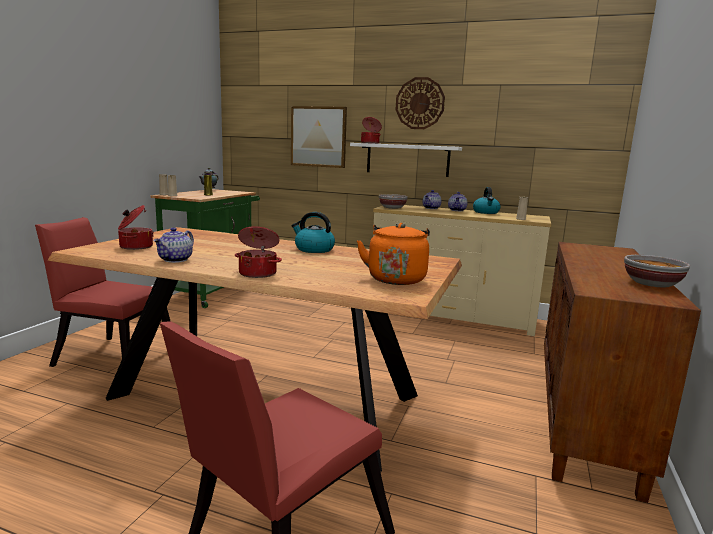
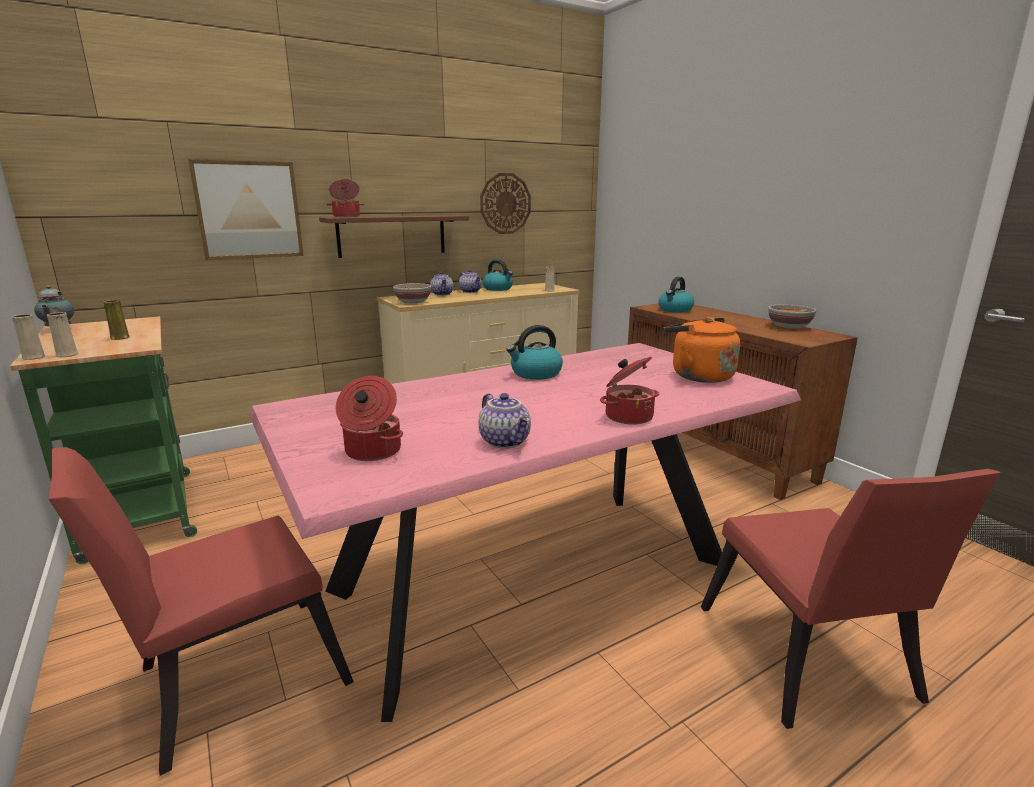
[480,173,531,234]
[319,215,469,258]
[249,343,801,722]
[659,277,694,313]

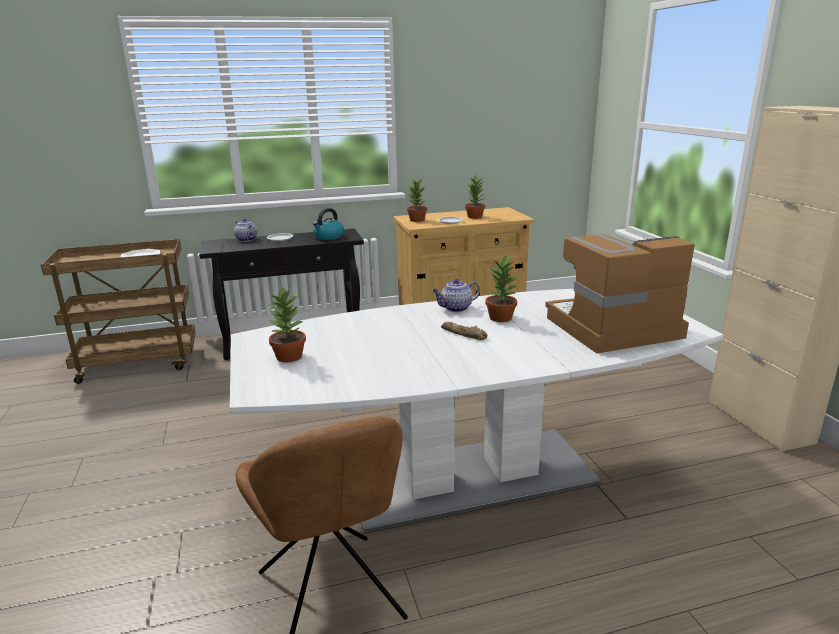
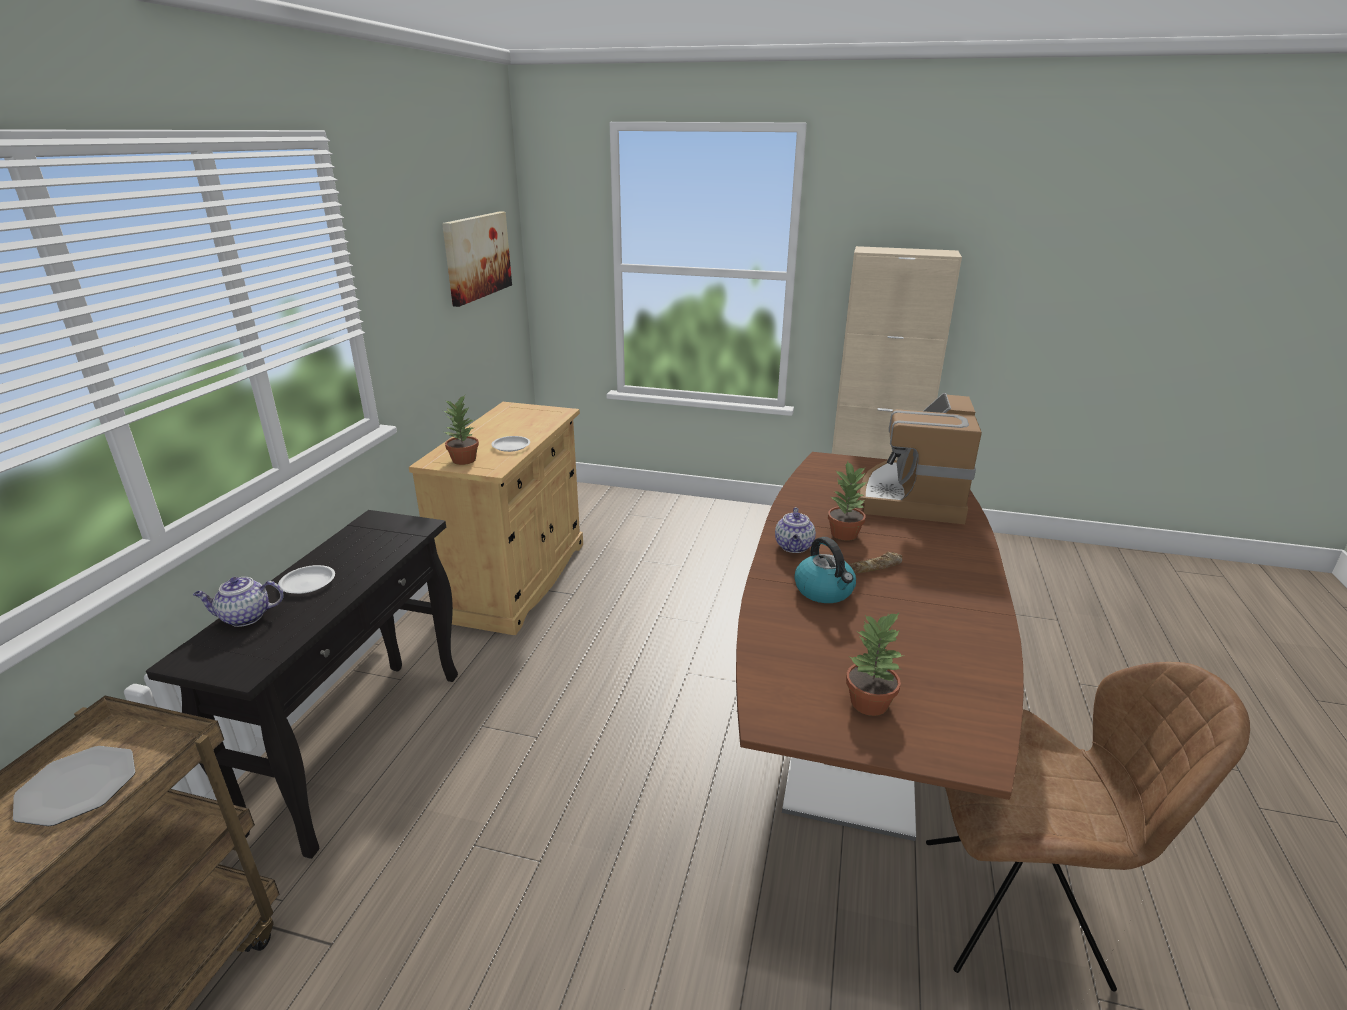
[465,174,486,219] (first image)
[794,537,856,603]
[736,452,1024,841]
[442,211,512,307]

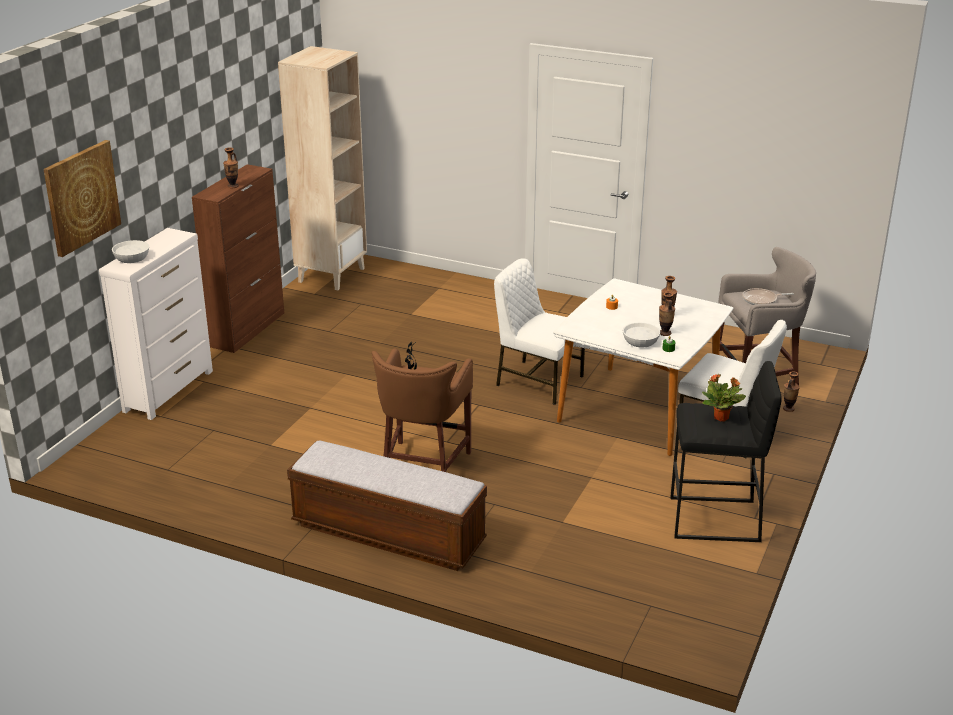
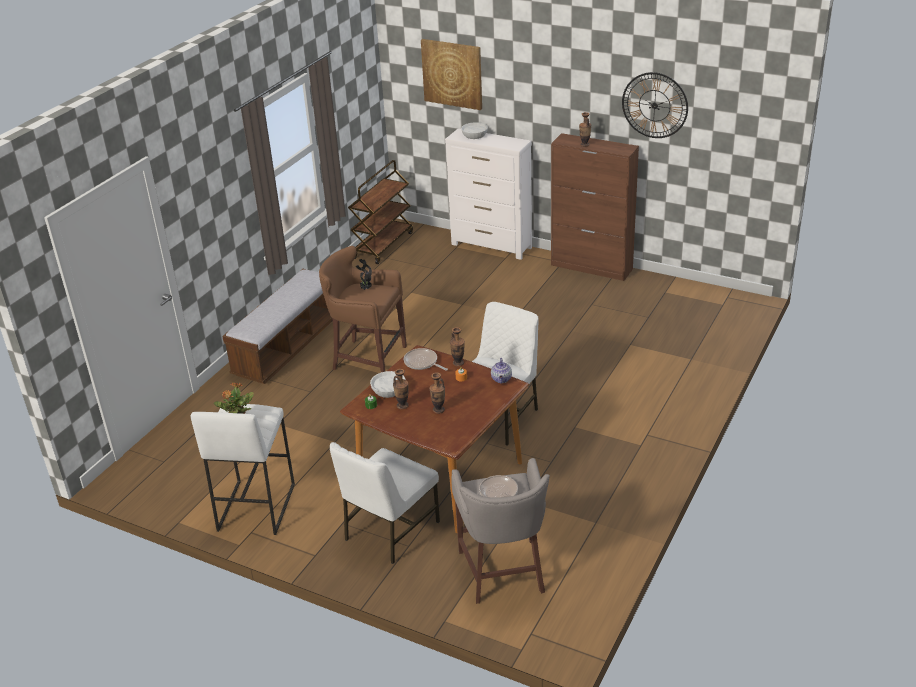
[278,46,367,290] (first image)
[340,345,529,533]
[191,404,295,535]
[450,327,465,366]
[622,72,688,138]
[348,160,413,264]
[404,348,448,371]
[491,358,512,384]

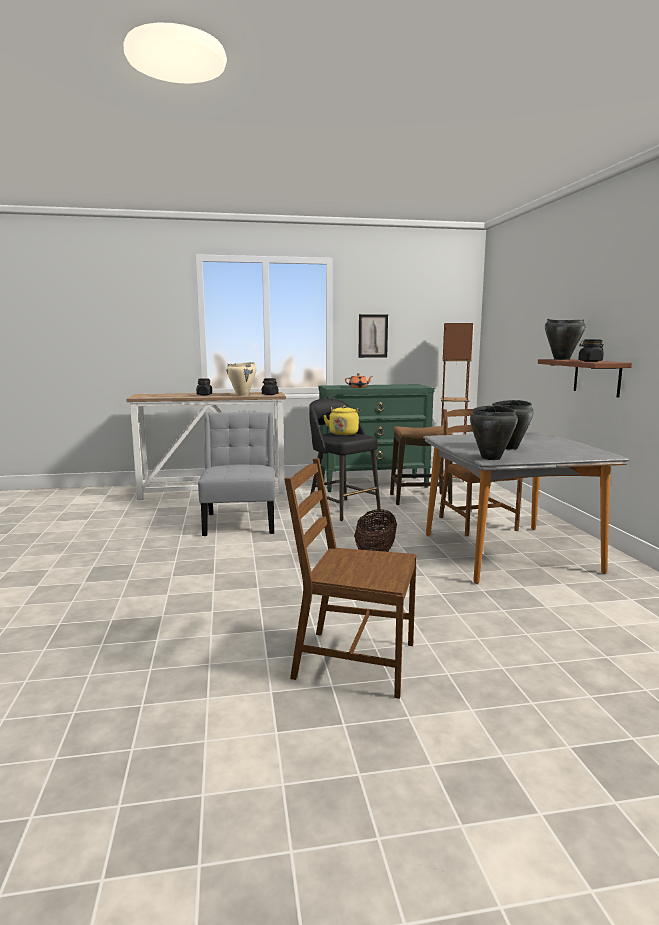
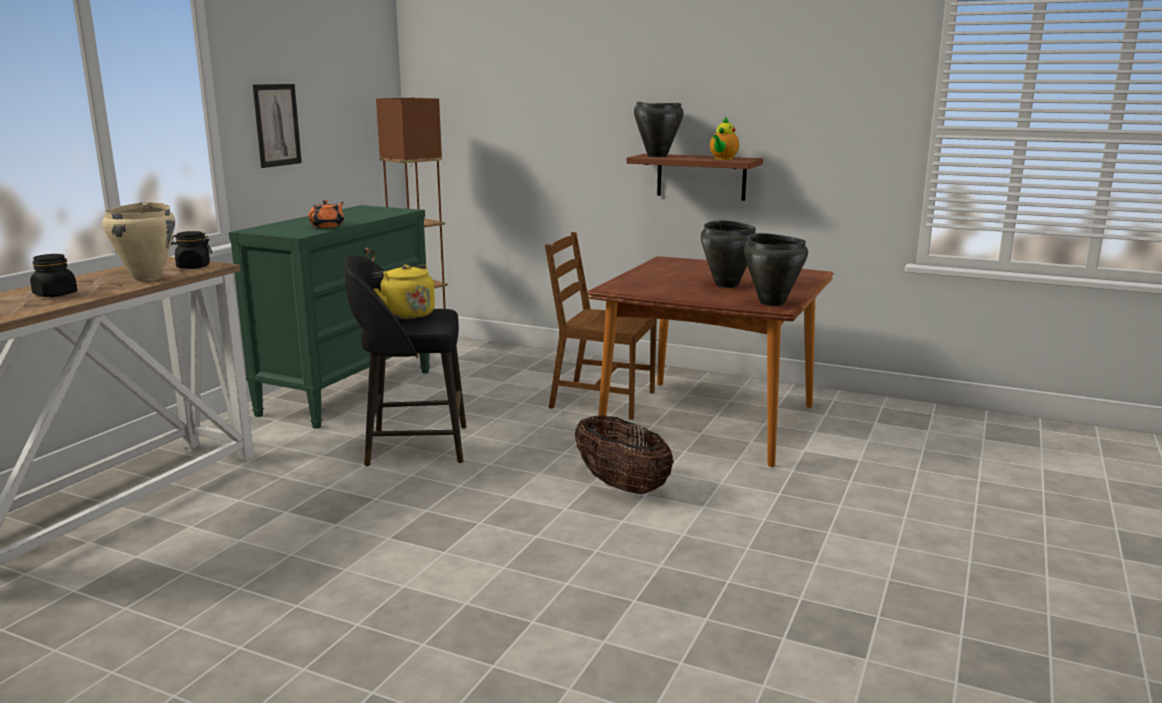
[710,116,739,160]
[198,412,275,536] (first image)
[390,426,453,505] (first image)
[587,256,834,467]
[284,458,417,699] (first image)

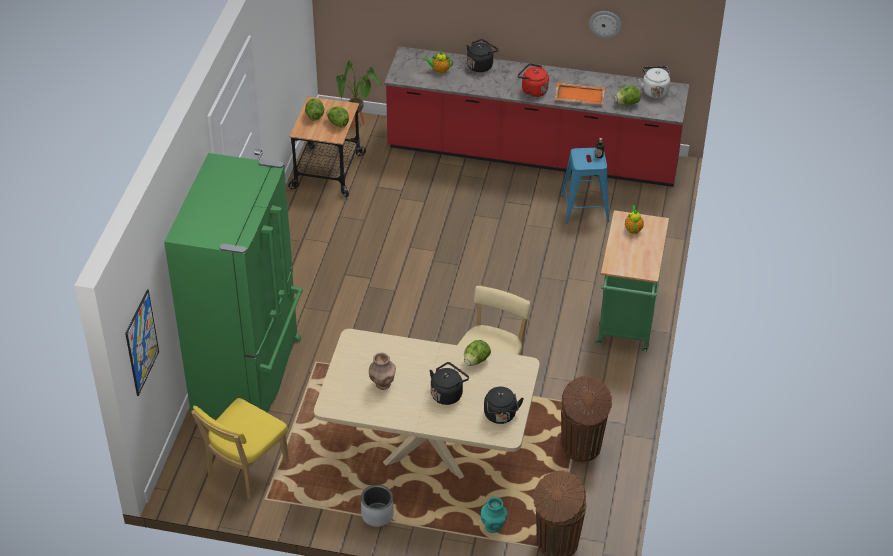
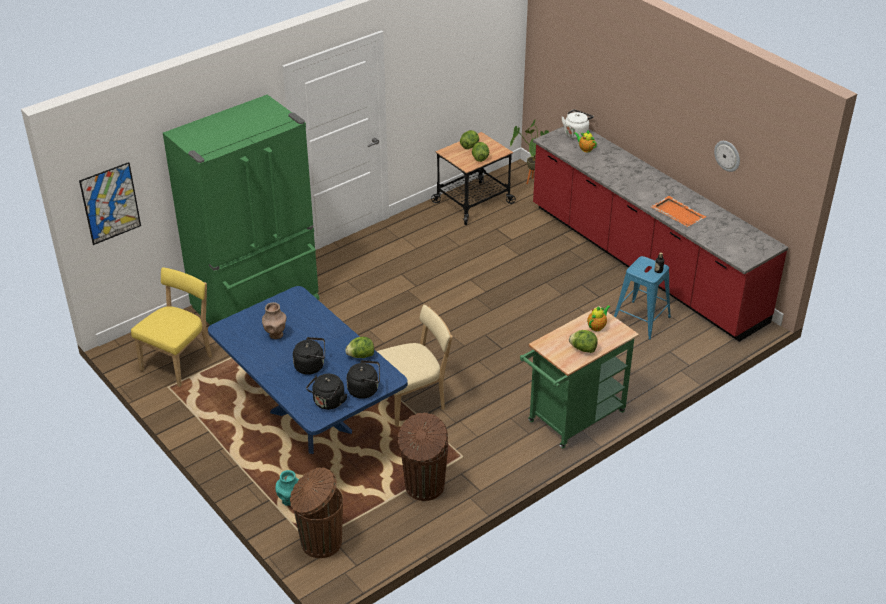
[347,360,380,399]
[517,63,549,97] (first image)
[562,109,593,139]
[569,330,598,353]
[208,286,408,454]
[131,268,212,387]
[361,485,394,527] (first image)

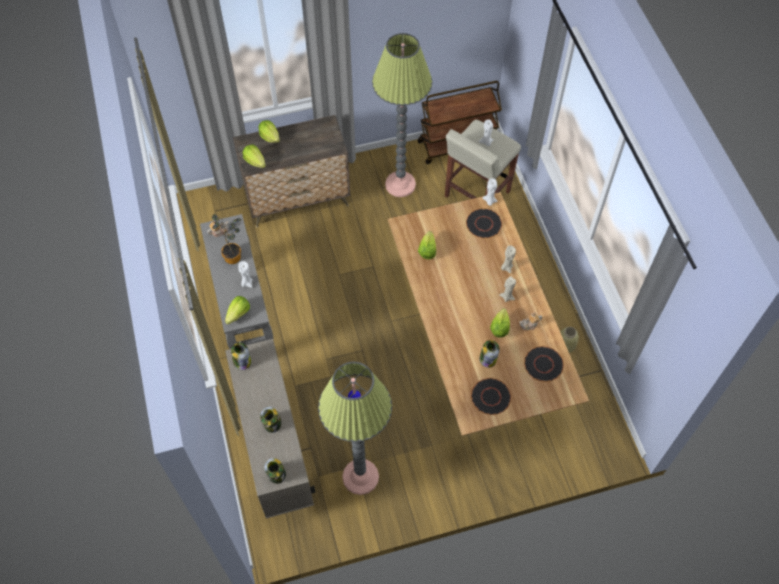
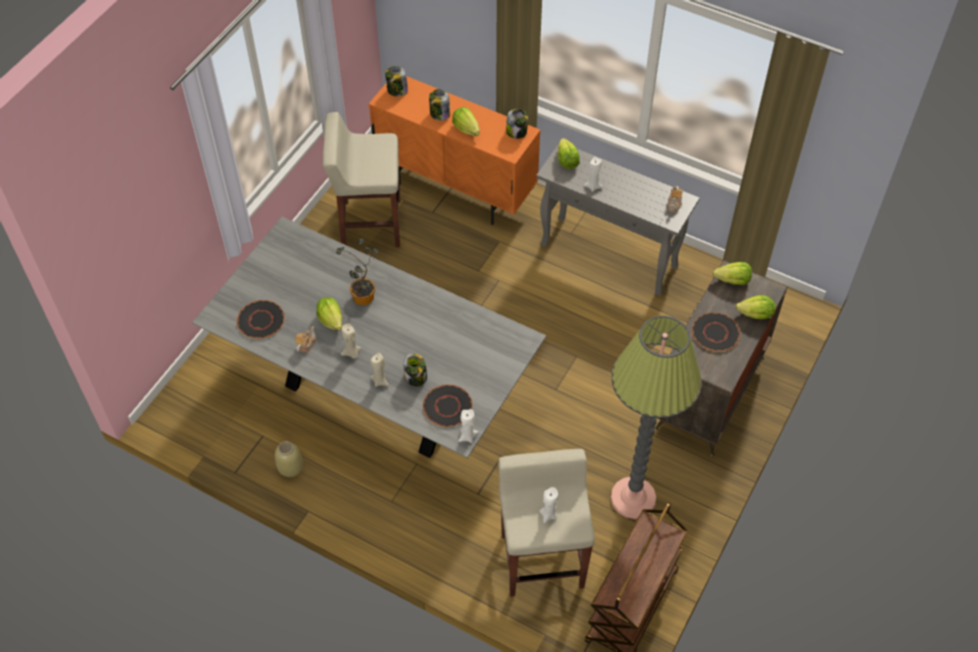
[192,217,546,458]
[336,238,379,305]
[452,107,480,136]
[369,76,541,225]
[403,354,427,387]
[323,112,400,247]
[692,312,740,352]

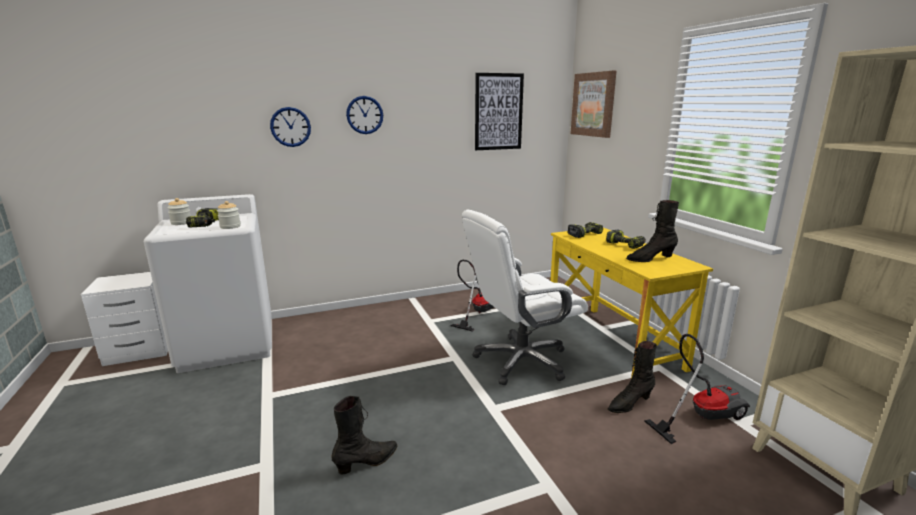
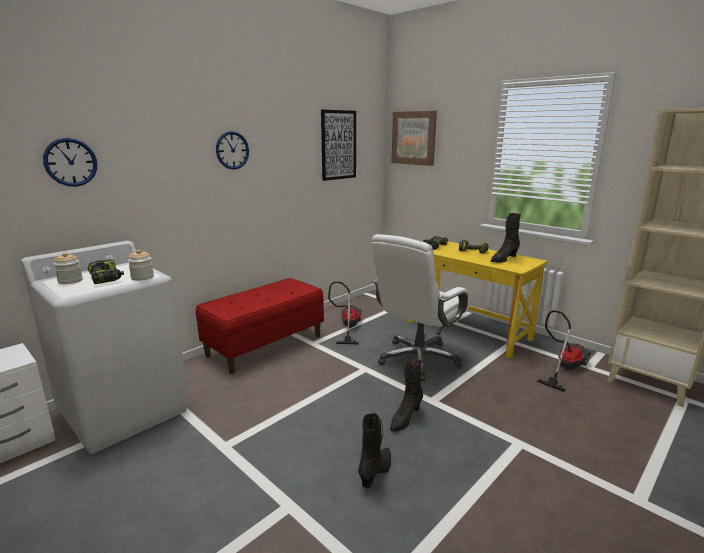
[43,138,97,187]
[390,358,423,432]
[196,278,324,374]

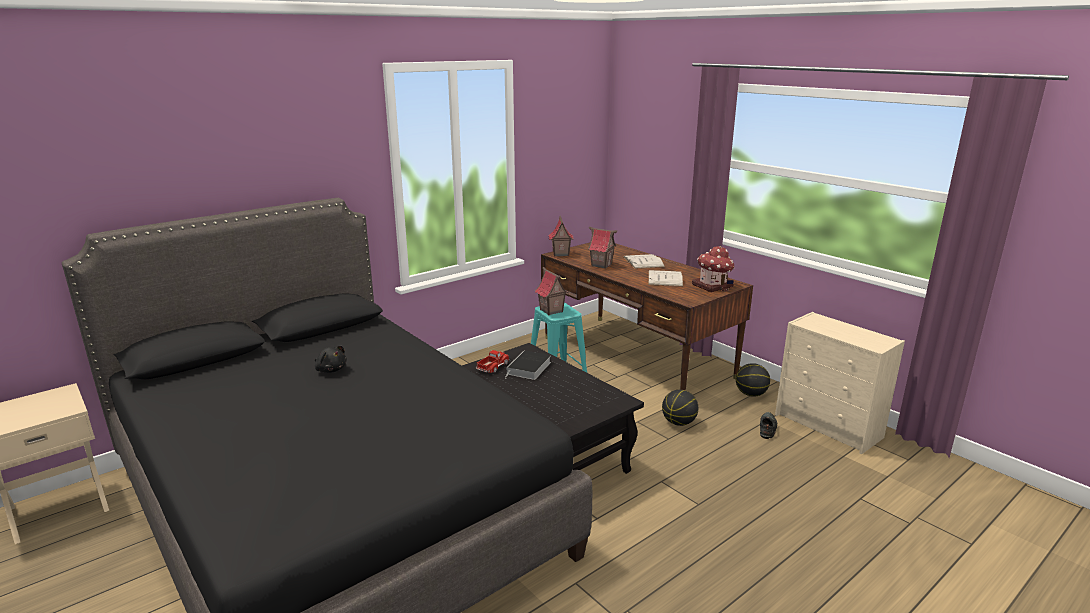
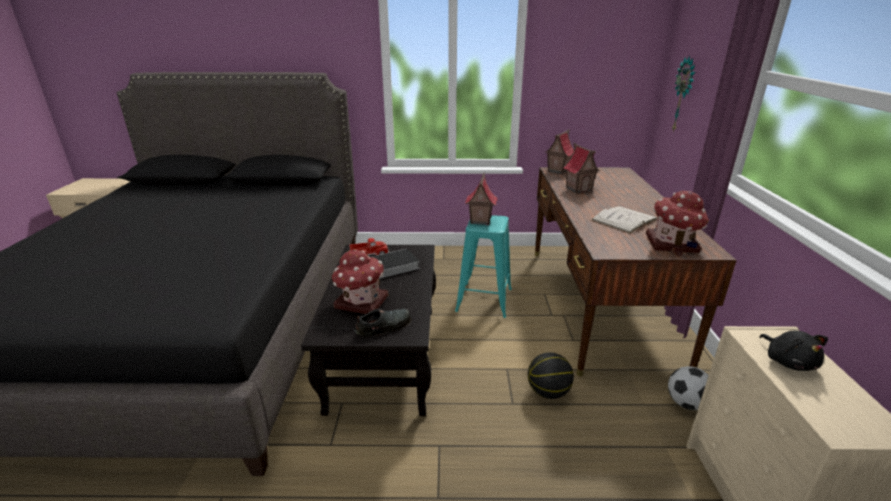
[624,254,665,269] (first image)
[759,330,828,371]
[668,366,709,410]
[355,309,412,337]
[672,56,695,132]
[332,249,388,314]

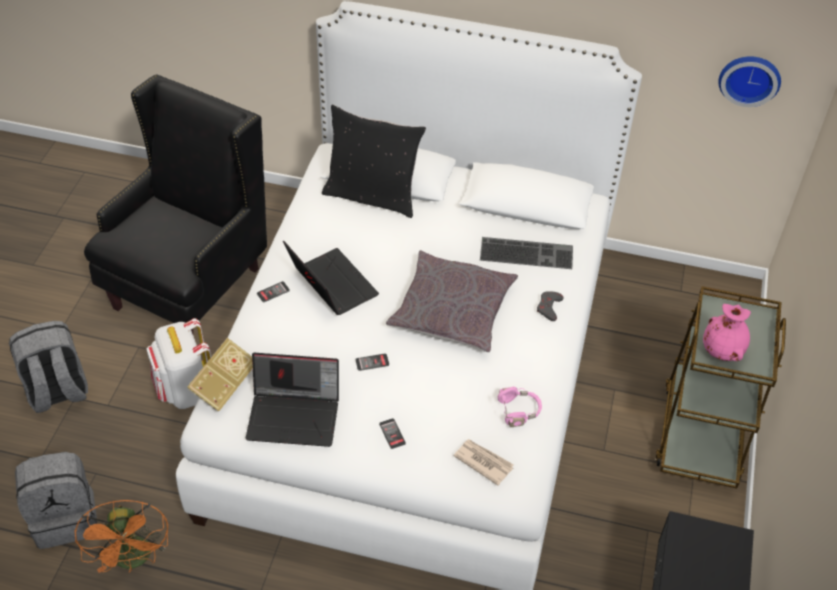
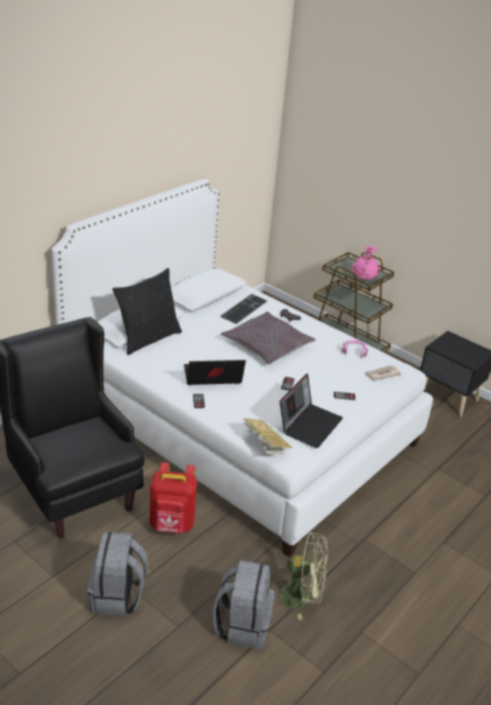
[718,56,781,107] (first image)
[149,462,197,533]
[272,532,328,620]

